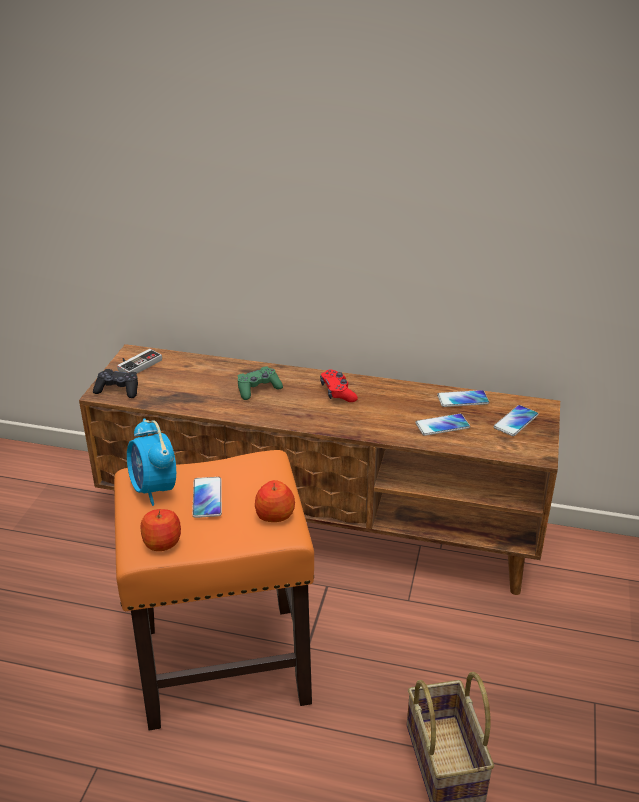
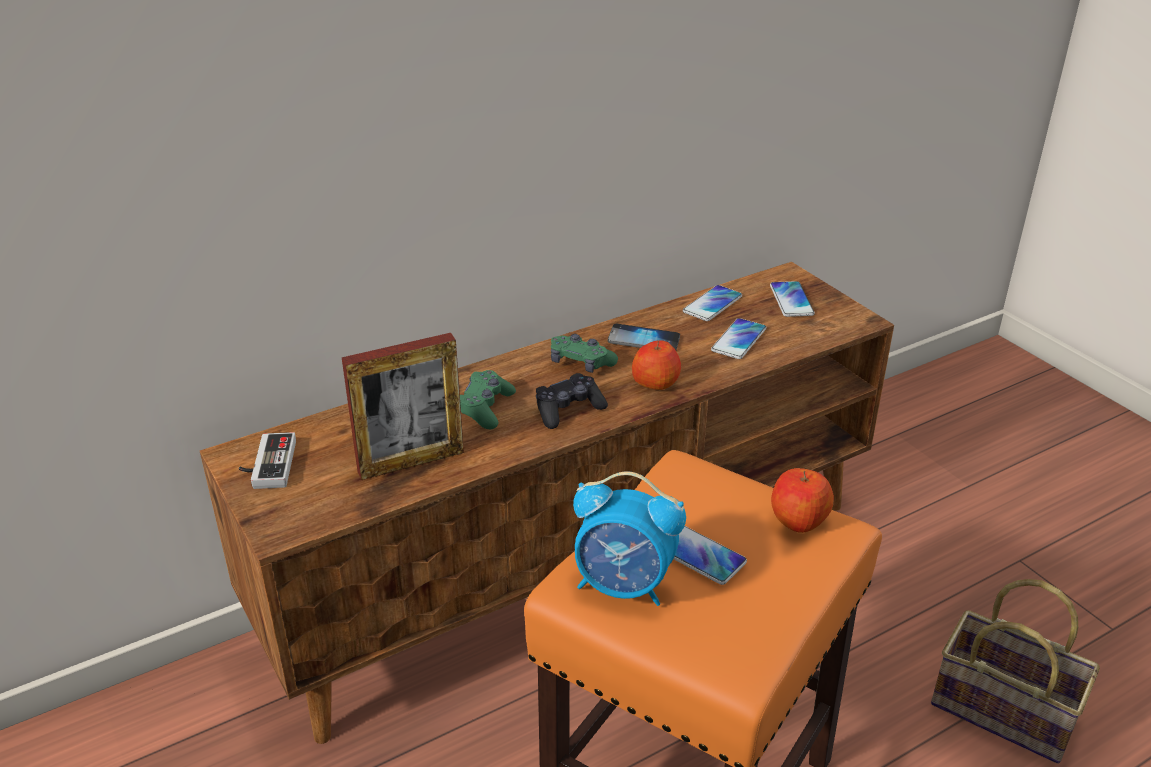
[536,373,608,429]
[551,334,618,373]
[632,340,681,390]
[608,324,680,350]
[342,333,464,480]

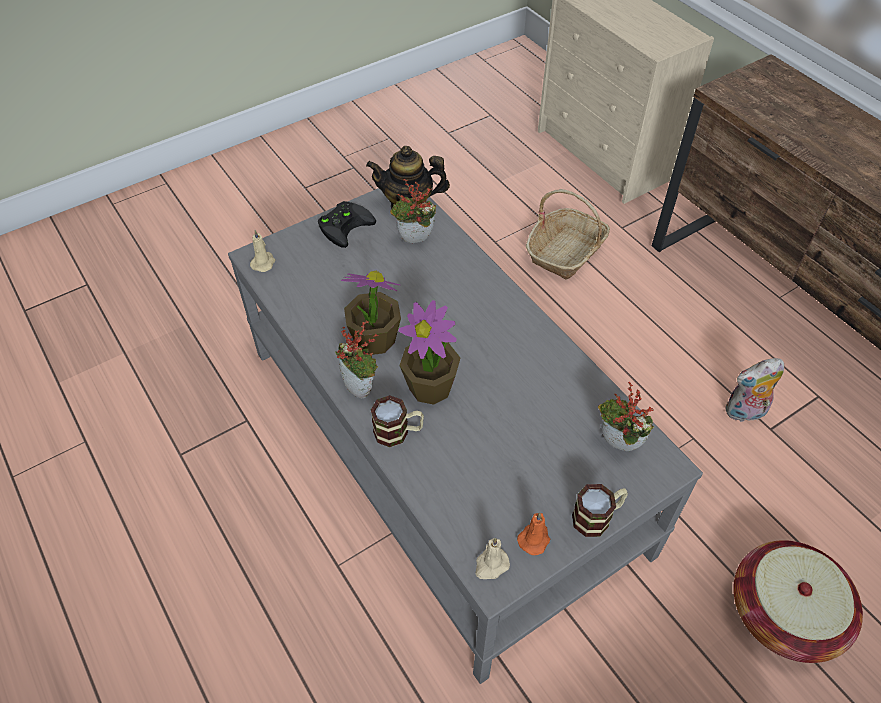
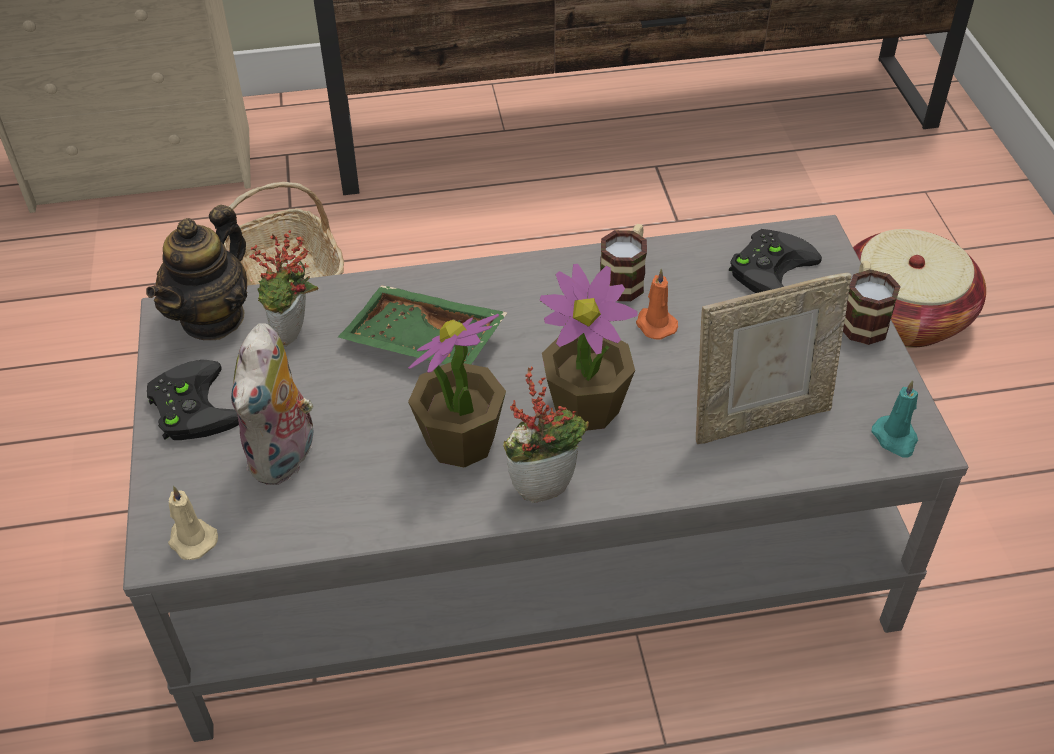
[231,323,313,485]
[729,229,822,293]
[600,224,647,301]
[636,268,678,340]
[872,380,918,458]
[696,273,852,444]
[338,285,508,365]

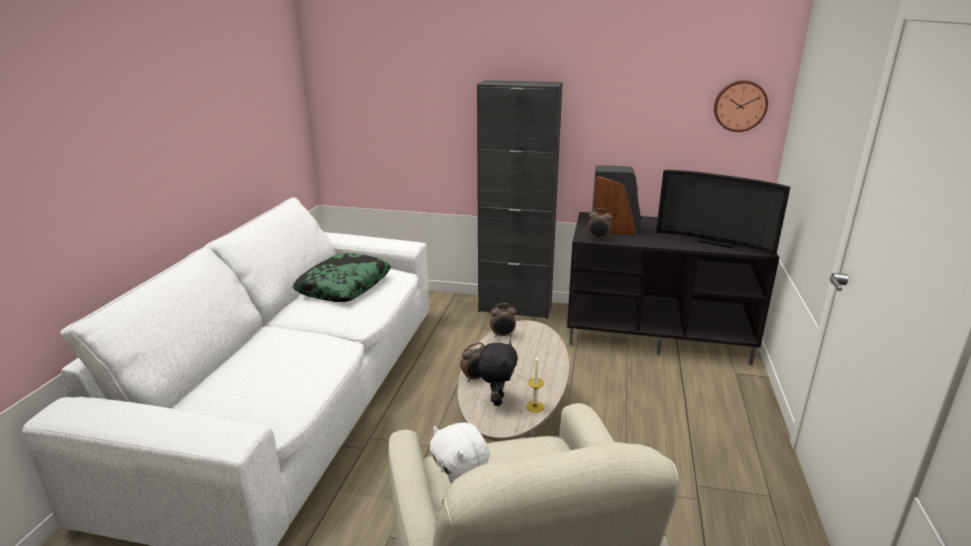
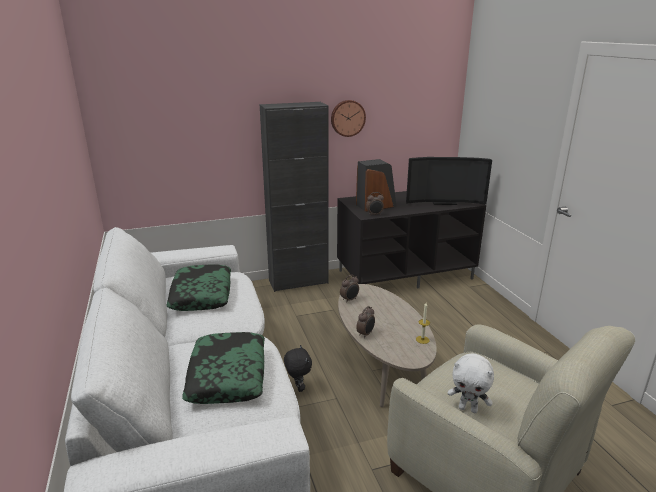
[331,100,366,137]
[284,345,312,392]
[182,332,265,404]

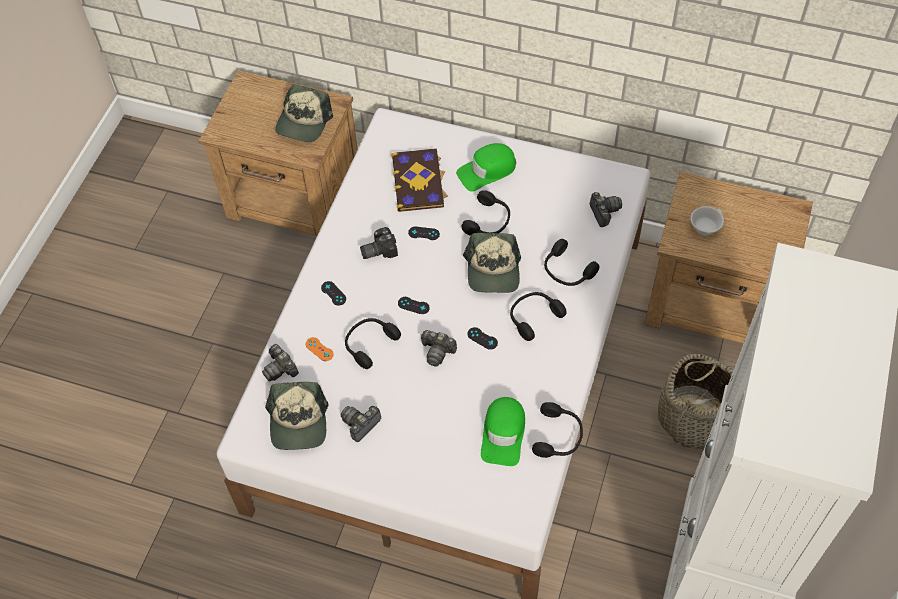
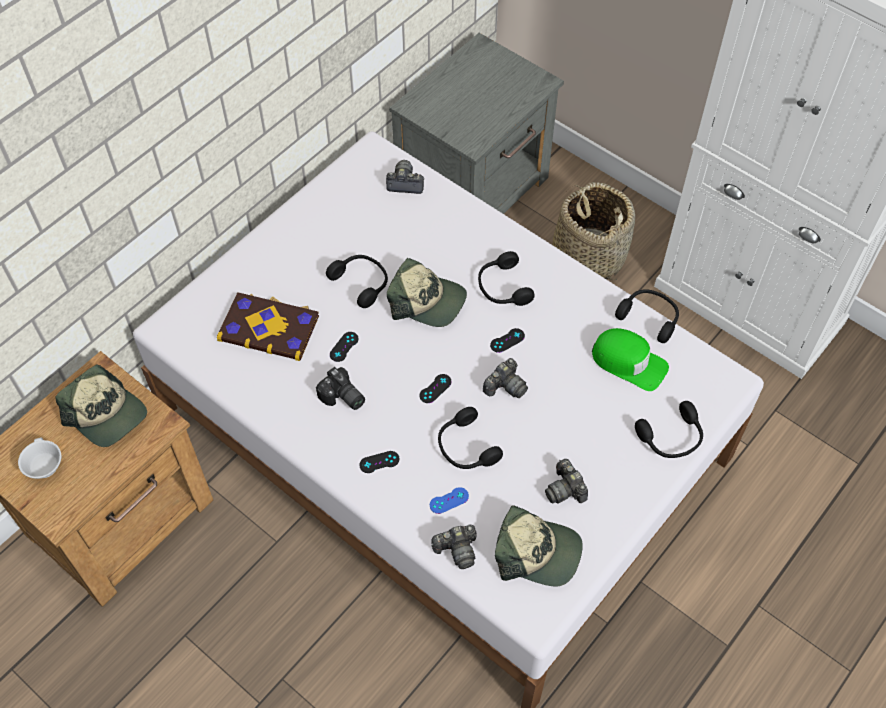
[456,143,516,191] (first image)
[389,33,564,214]
[18,437,61,479]
[316,367,365,410]
[635,401,703,458]
[430,487,469,514]

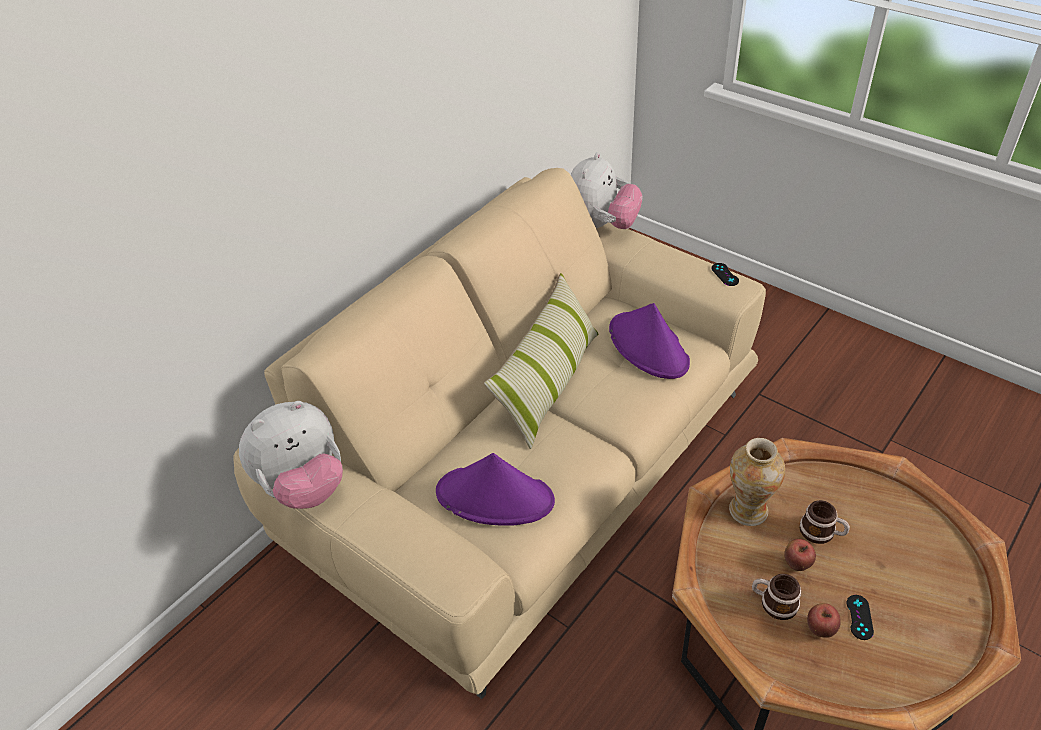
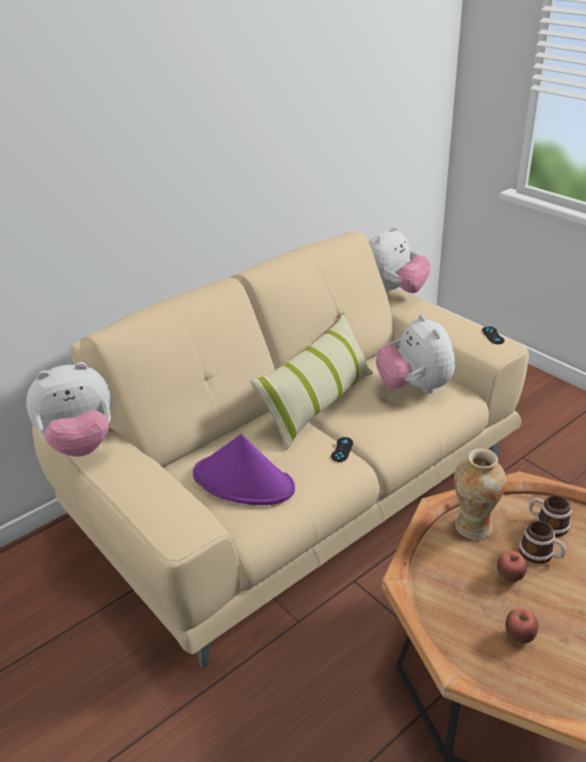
[376,314,455,393]
[529,495,572,537]
[331,437,353,462]

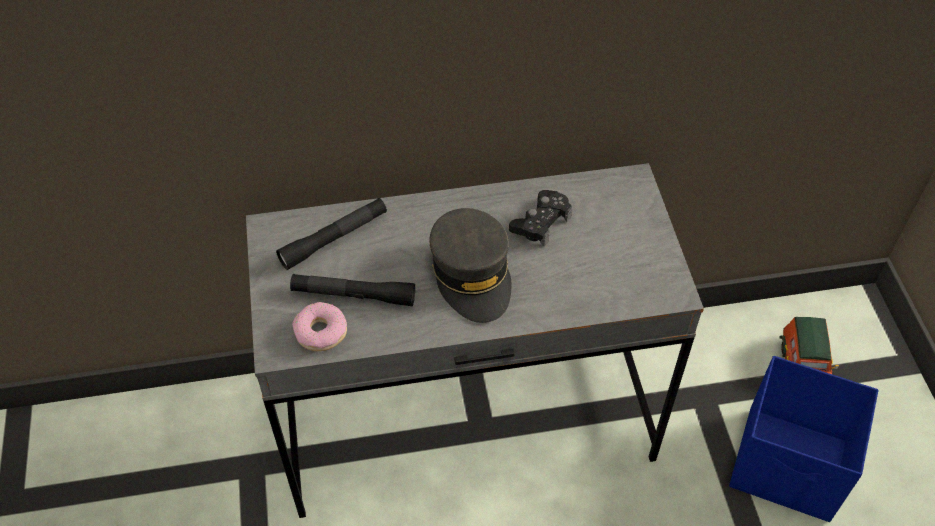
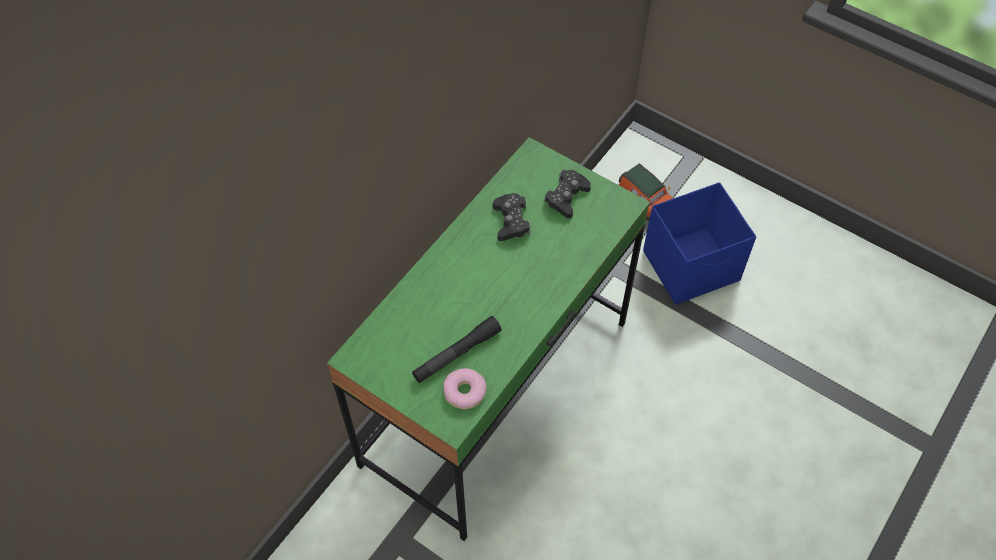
[327,137,650,541]
[276,198,387,270] (first image)
[429,208,512,323] (first image)
[544,170,591,219]

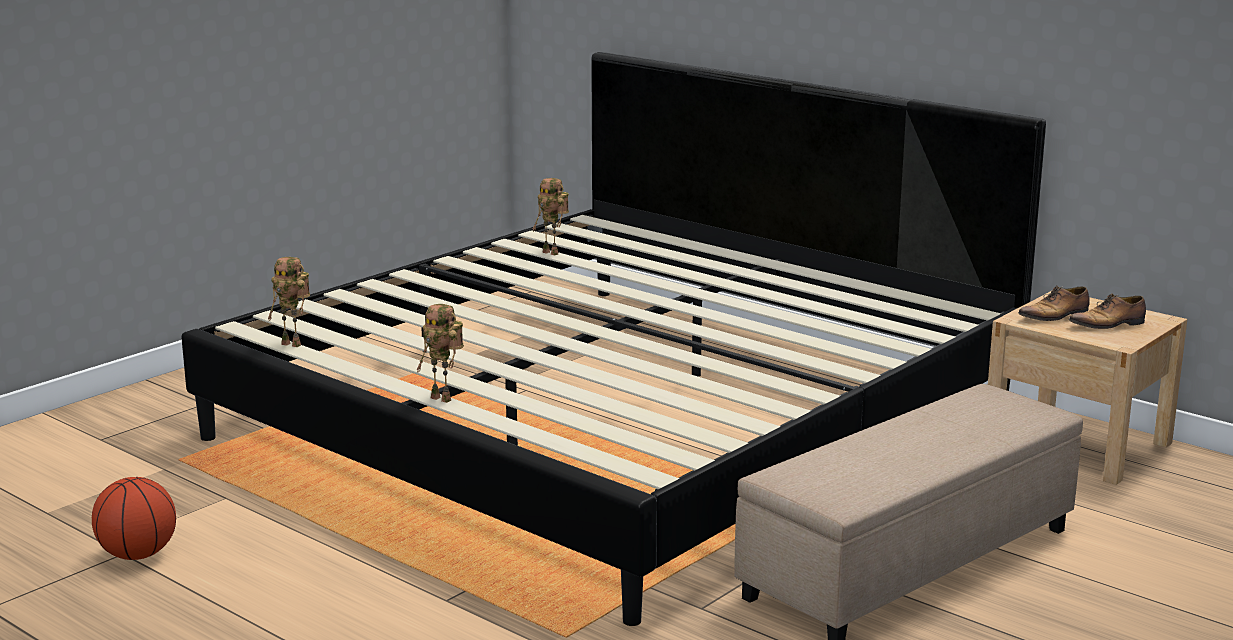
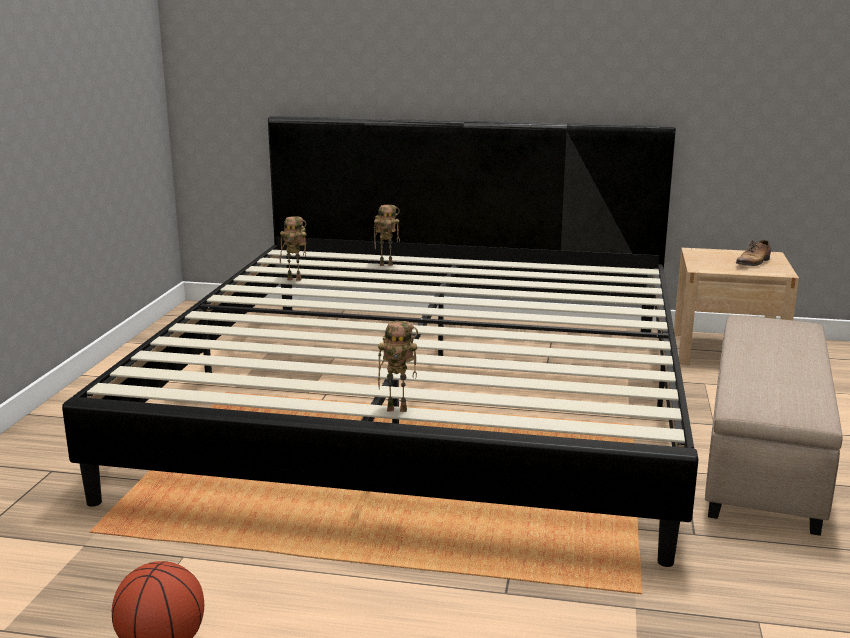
[374,205,400,266]
[1018,285,1090,321] (first image)

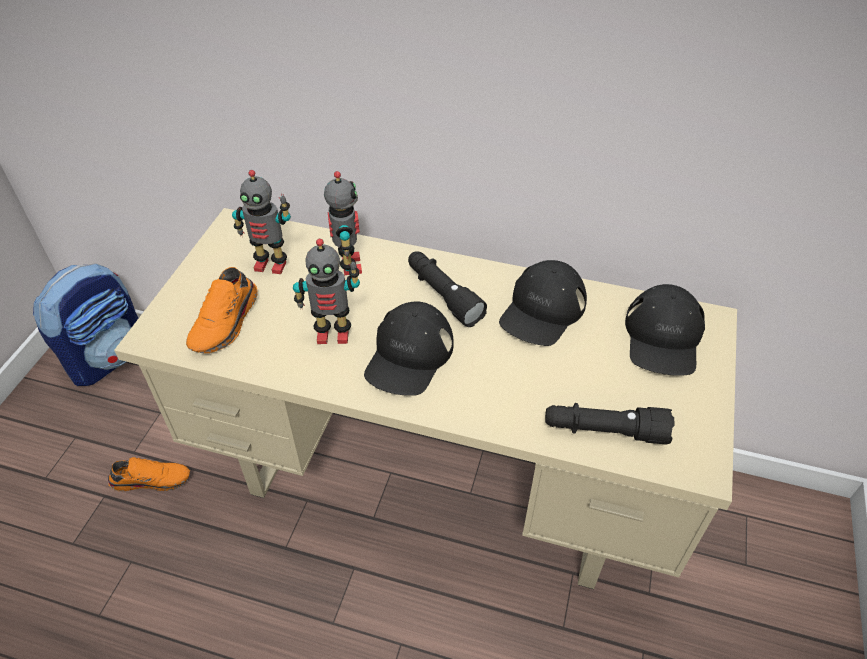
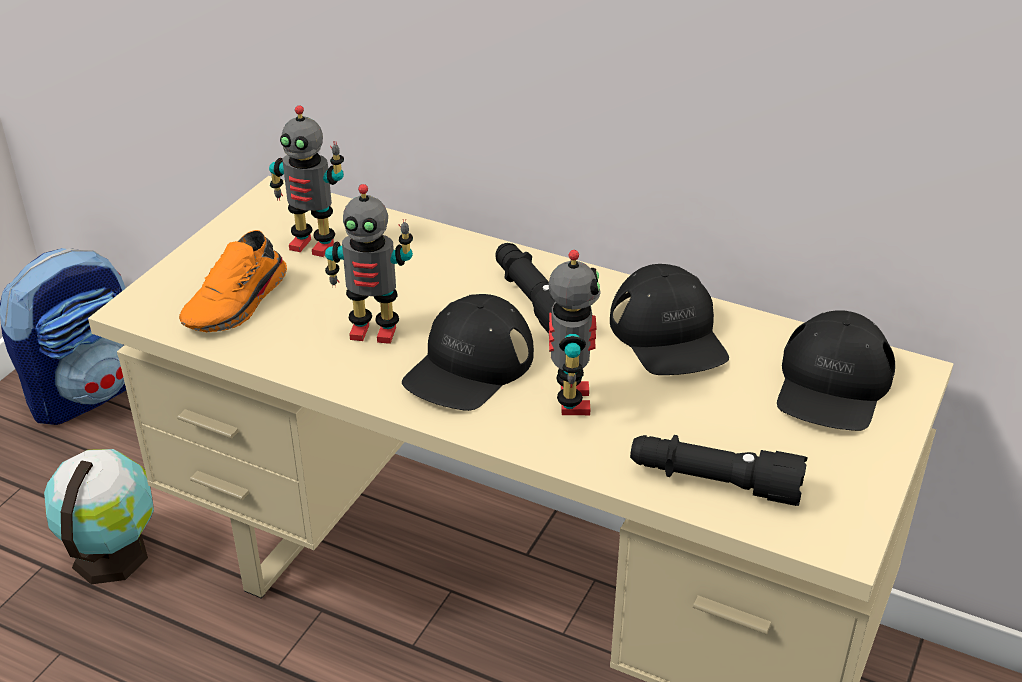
[549,250,600,415]
[610,264,729,375]
[44,449,154,584]

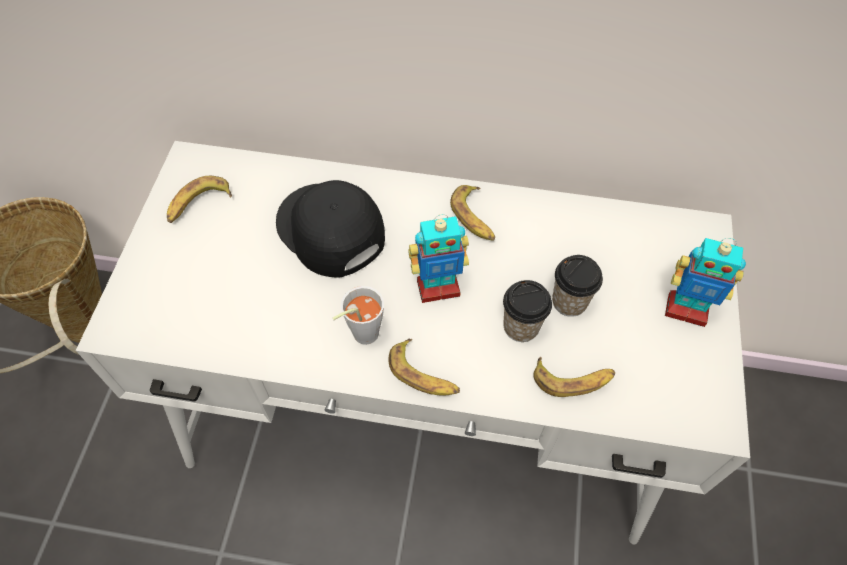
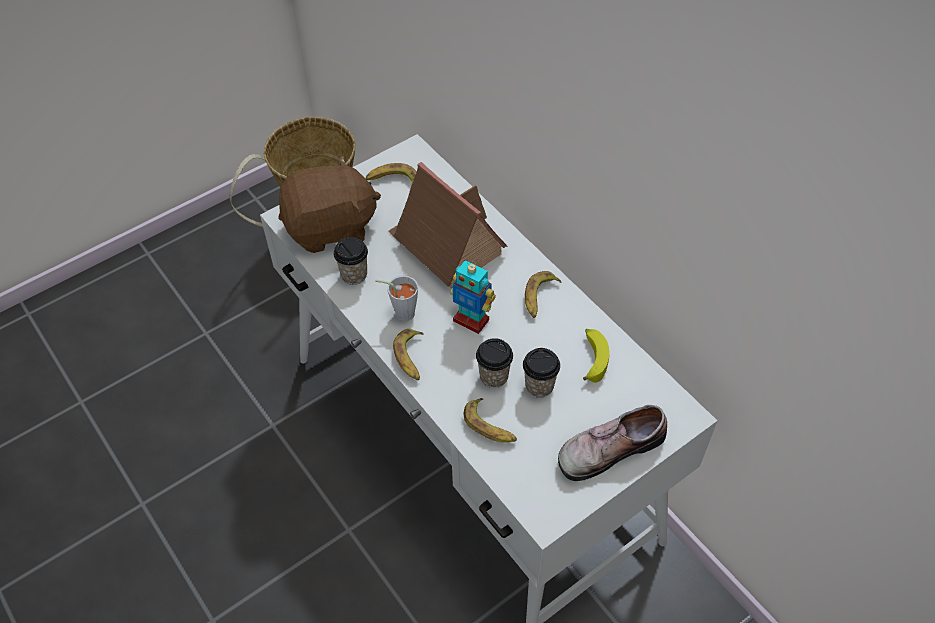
[388,162,508,288]
[558,405,667,481]
[278,155,381,253]
[334,237,368,285]
[583,329,609,383]

